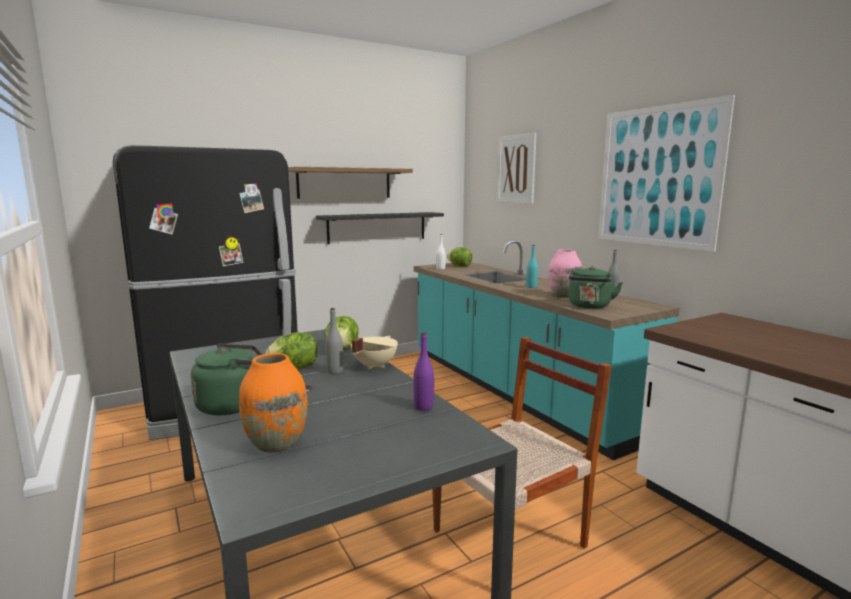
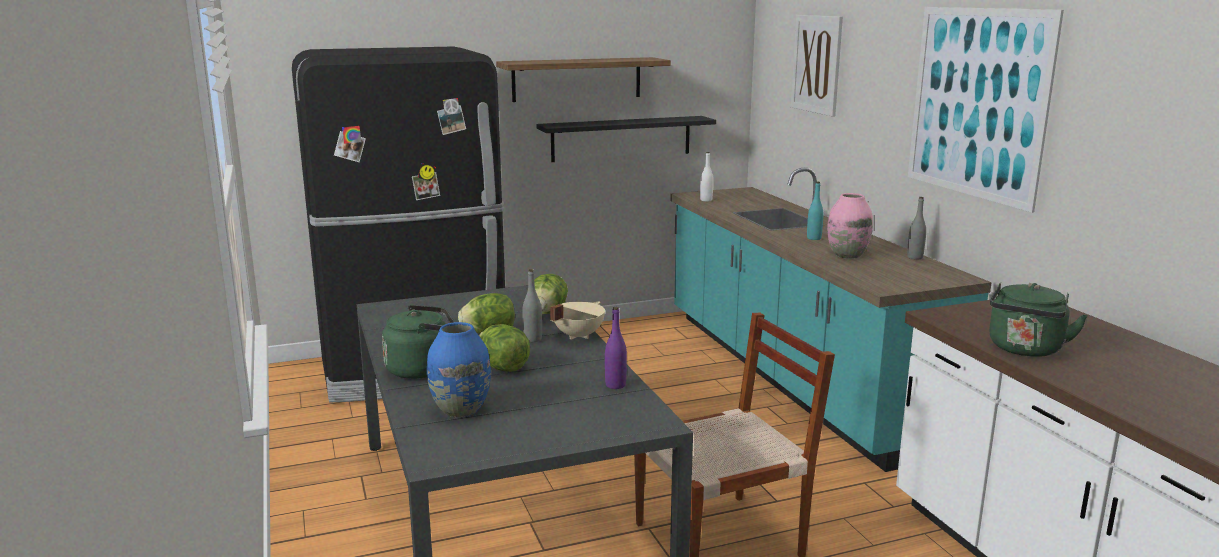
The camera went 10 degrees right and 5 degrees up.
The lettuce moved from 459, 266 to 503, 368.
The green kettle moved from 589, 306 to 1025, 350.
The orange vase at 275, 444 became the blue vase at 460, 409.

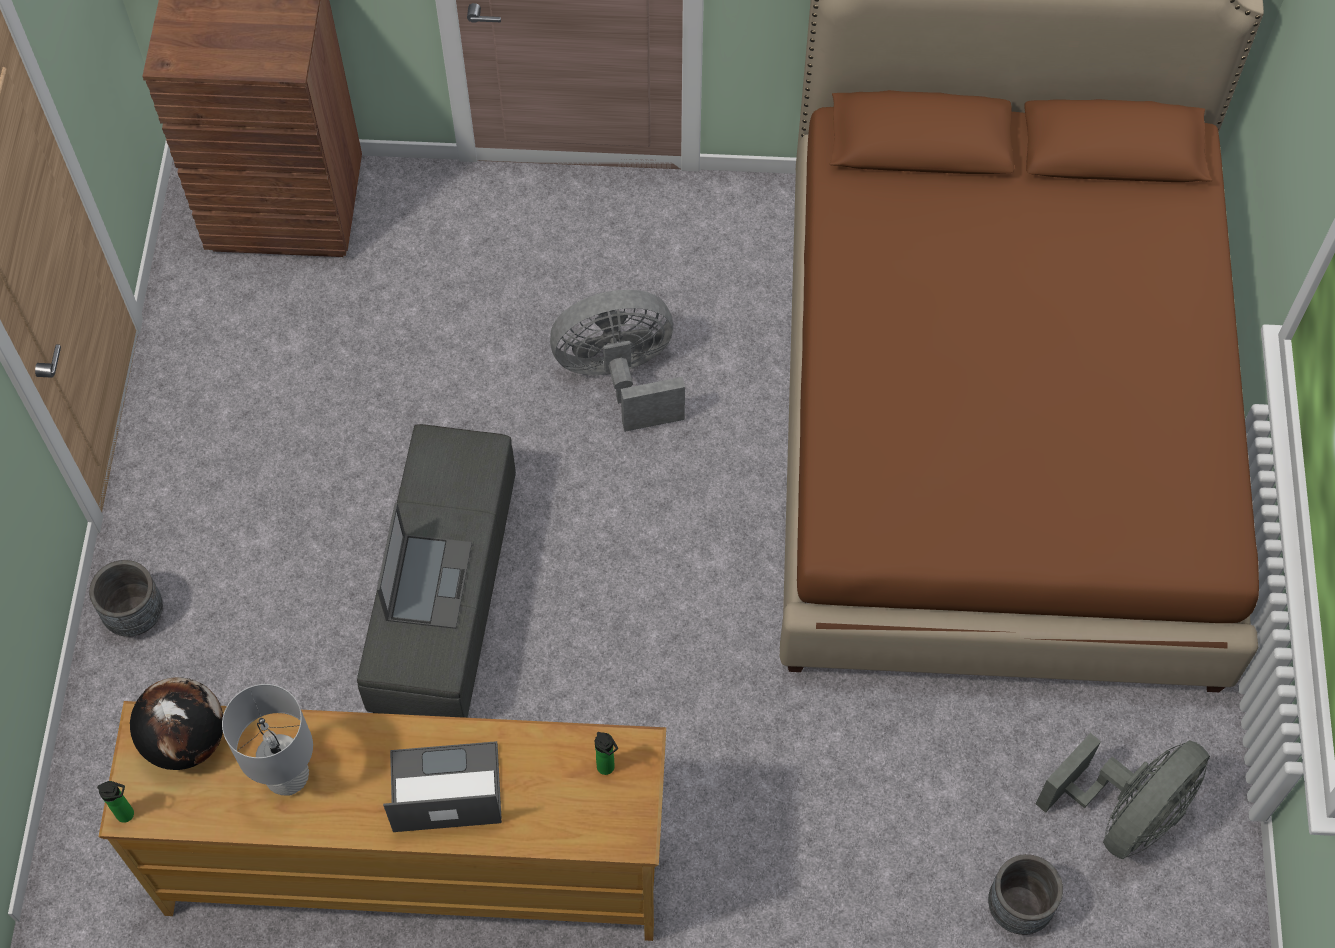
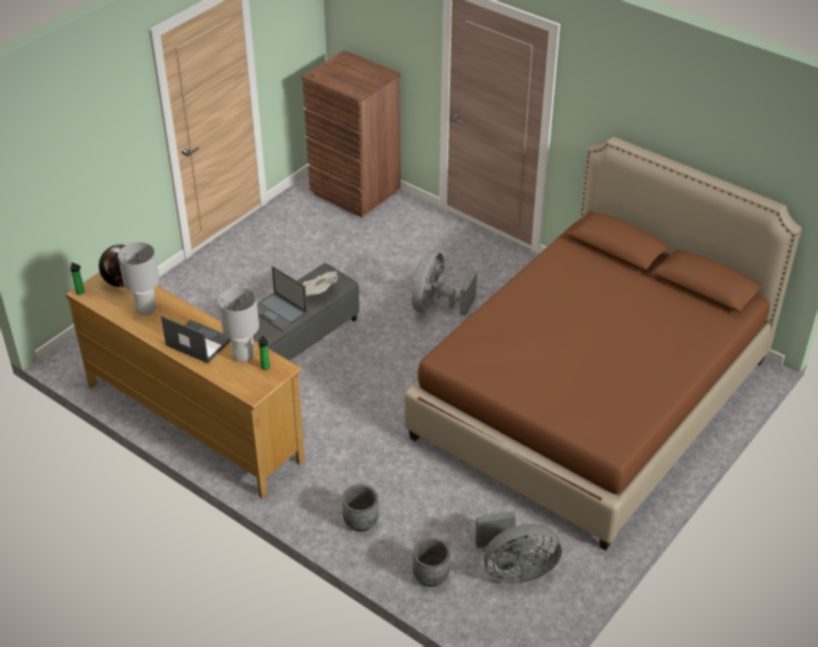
The camera went 35 degrees right and 20 degrees down.
The grey fan at 621, 378 turned 90 degrees counterclockwise.
The laptop at 428, 580 turned 90 degrees clockwise.
The grey planter moved from 135, 615 to 360, 522.
The newspaper at 318, 292 appeared.
The grey table lamp at 244, 356 appeared.

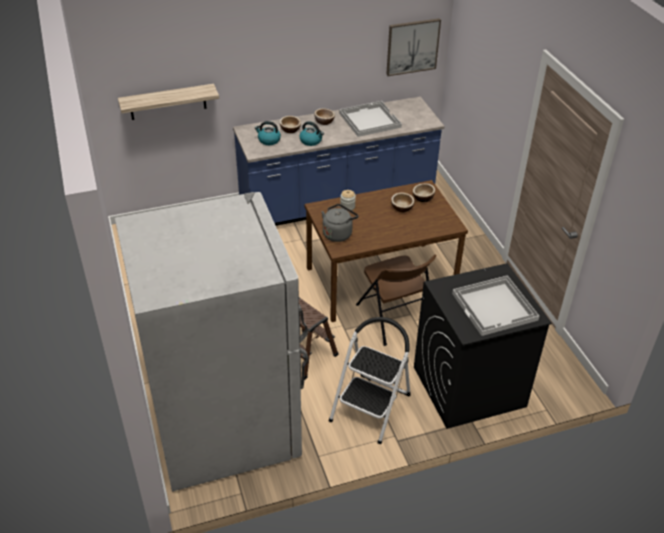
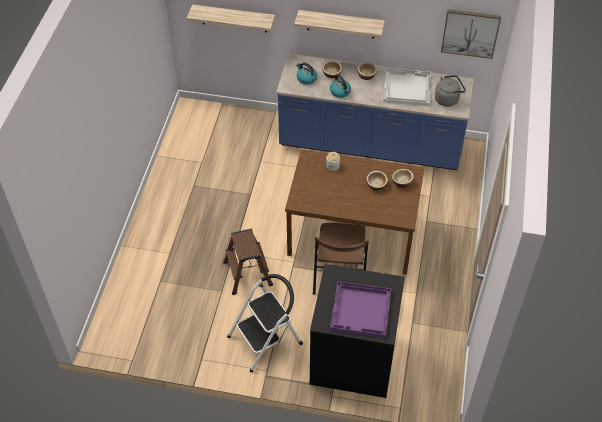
The camera went 30 degrees right and 10 degrees up.
The white fridge at 224, 426 disappeared.
The grey kettle moved from 338, 233 to 448, 99.
The white tray at 495, 307 became the purple tray at 361, 311.
The shelf at 341, 24 appeared.

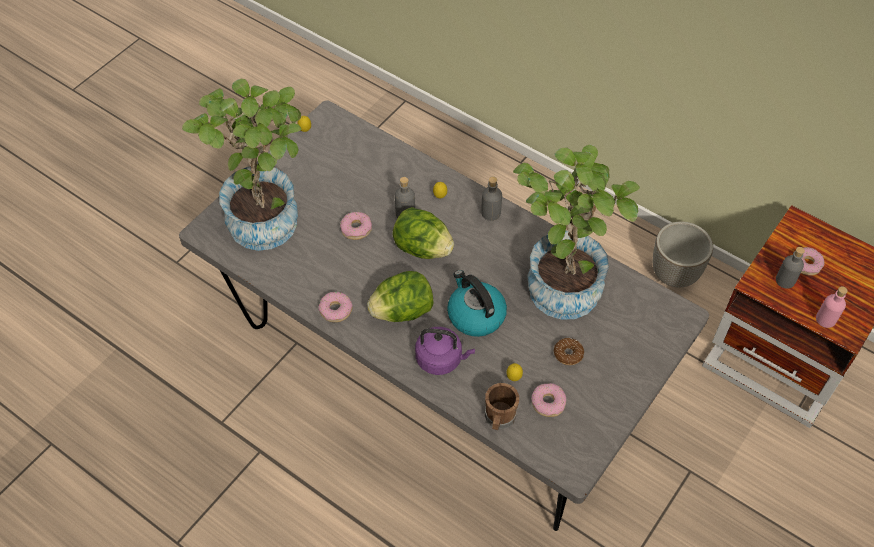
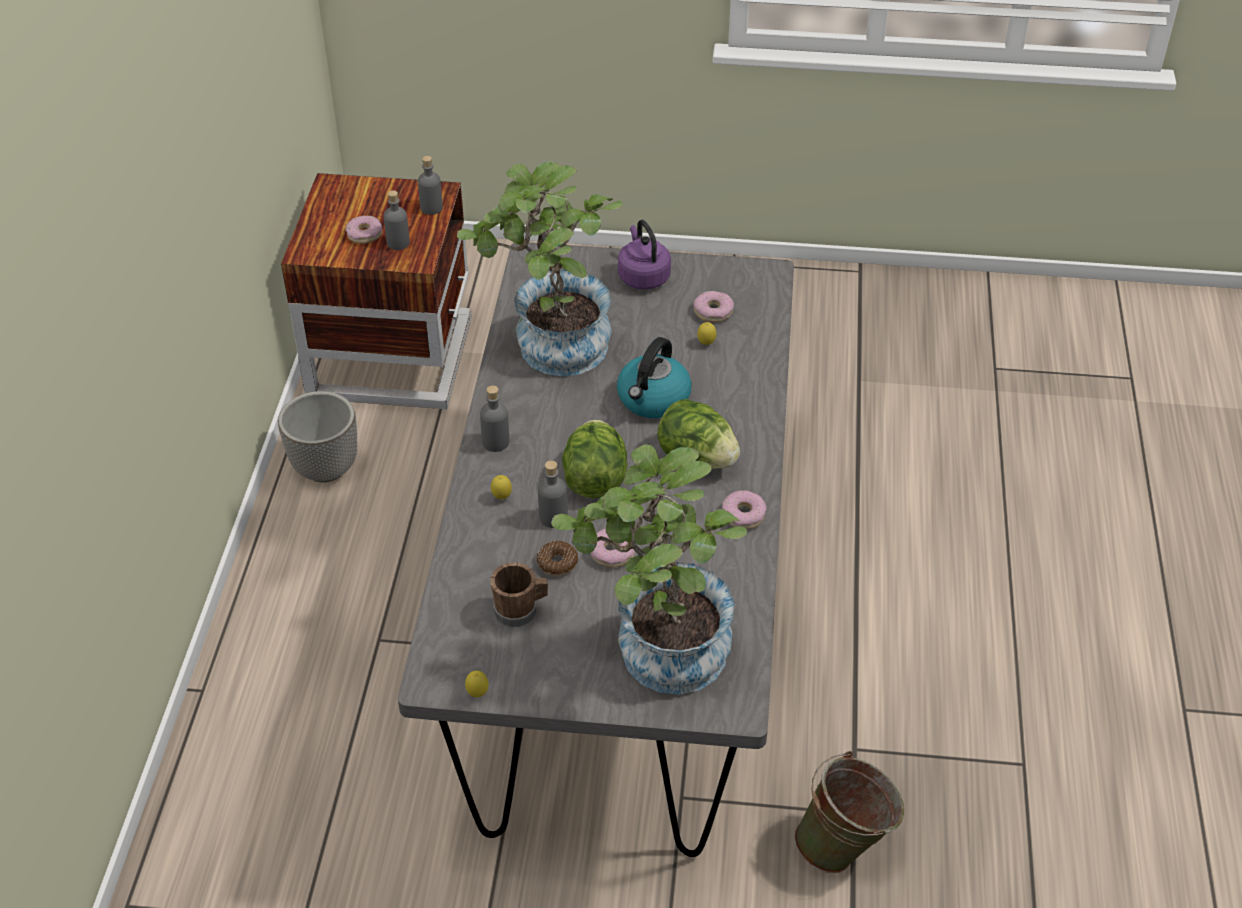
The camera went 120 degrees left and 10 degrees down.
The pink bottle at 825, 319 became the grey bottle at 431, 208.
The purple kettle moved from 441, 359 to 643, 276.
The donut moved from 568, 354 to 557, 563.
The brown mug moved from 499, 418 to 520, 610.
The green bucket at 845, 848 appeared.

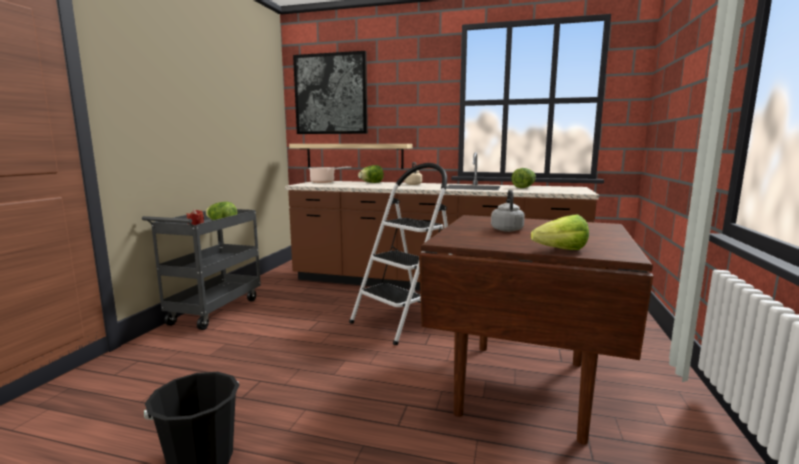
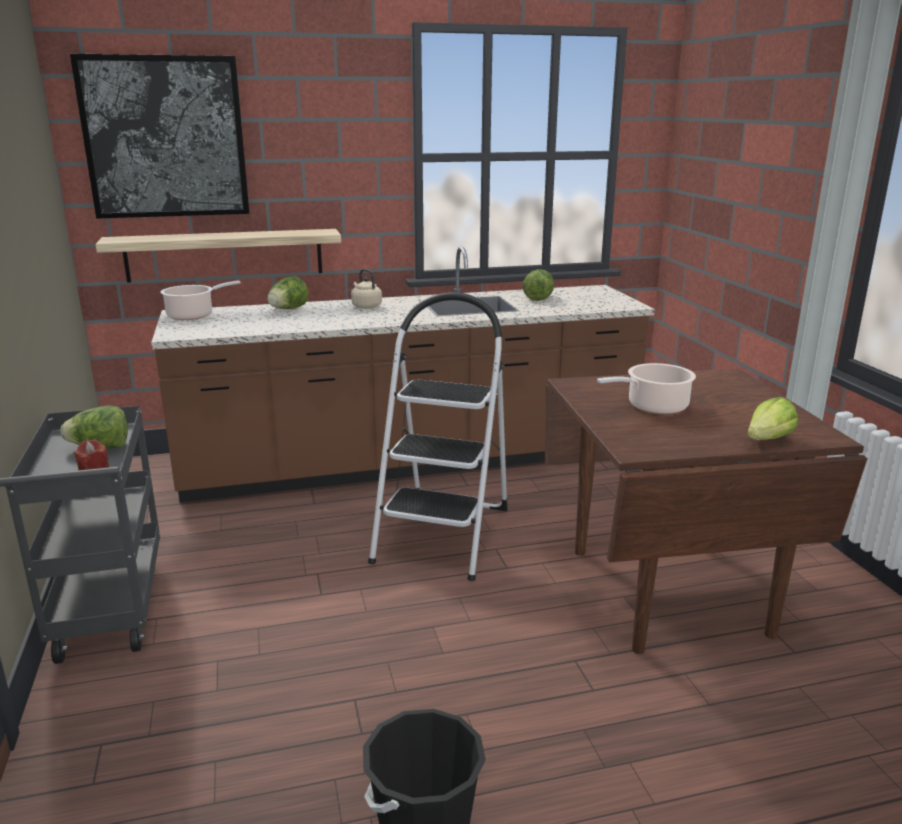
The camera went 30 degrees left and 10 degrees up.
The grey kettle at 506, 229 was replaced by the cooking pot at 654, 407.

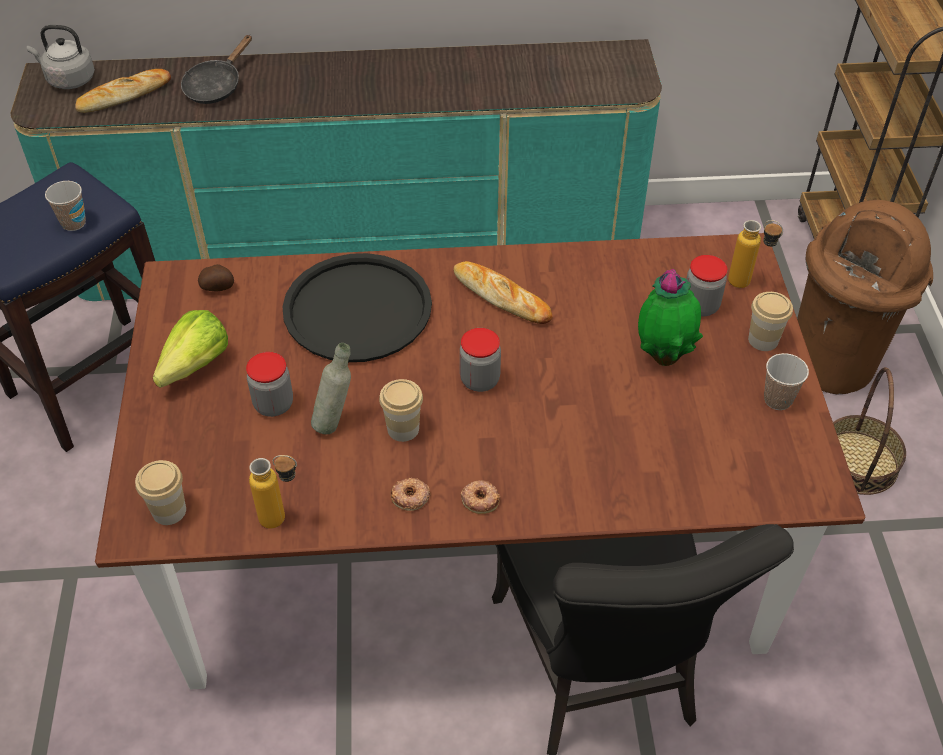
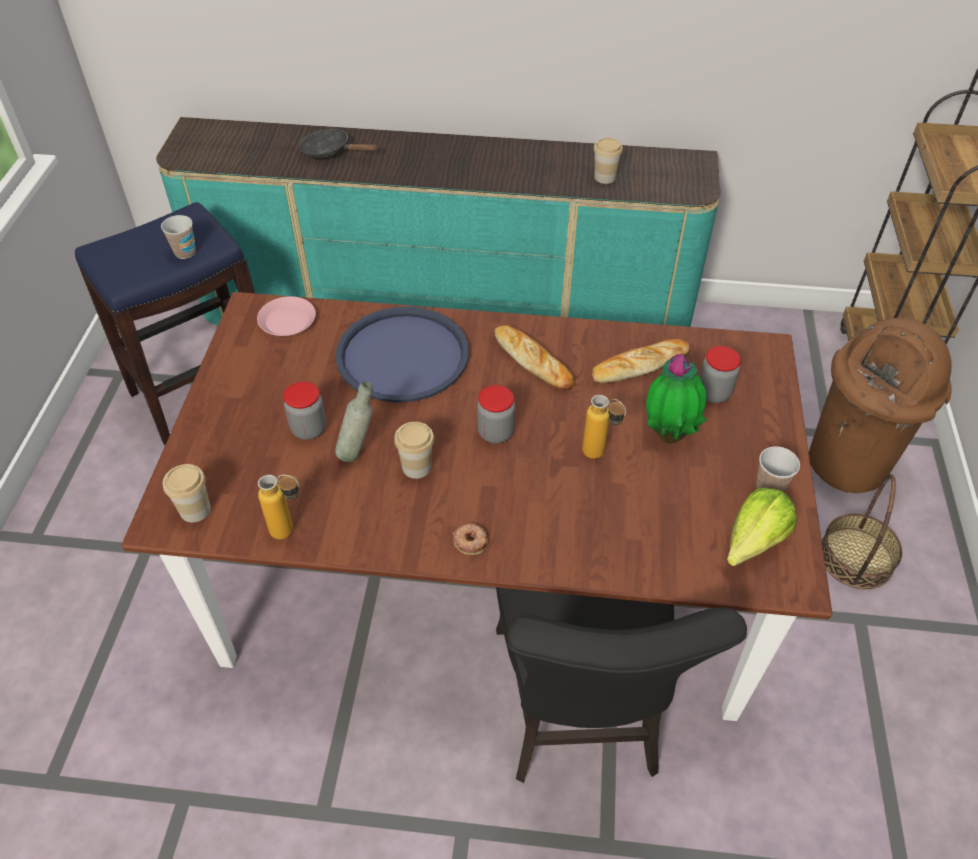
The camera went 10 degrees right and 0 degrees up.
The grey kettle at 68, 80 disappeared.
The black frying pan at 216, 86 turned 75 degrees clockwise.
The bread moved from 124, 96 to 639, 365.
The bottle moved from 747, 285 to 600, 456.
The black tray at 358, 309 became the blue tray at 403, 355.
The potato at 218, 287 was replaced by the pink plate at 288, 321.
The cup moved from 763, 340 to 604, 177.
The lettuce moved from 189, 370 to 747, 546.
The donut at 410, 497 disappeared.

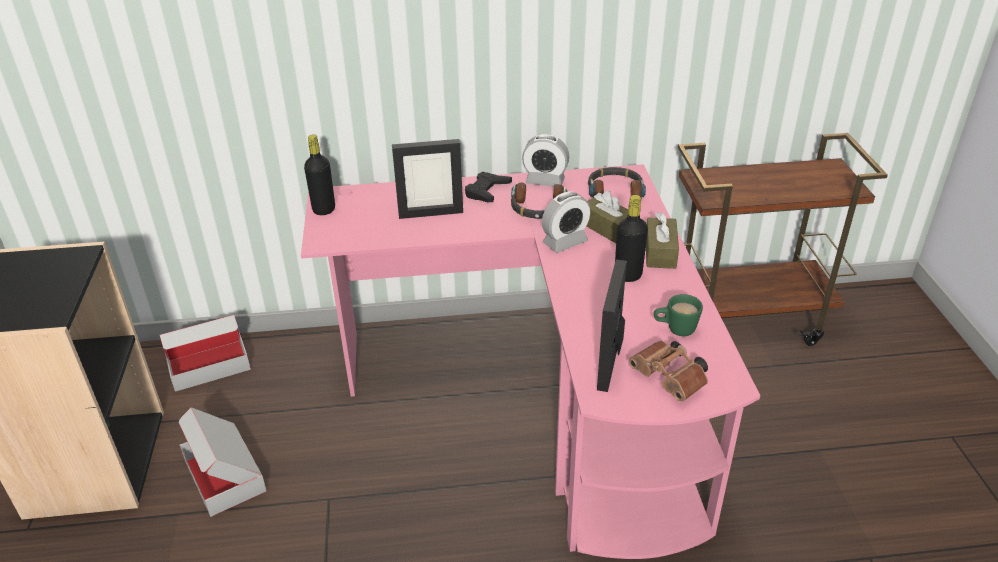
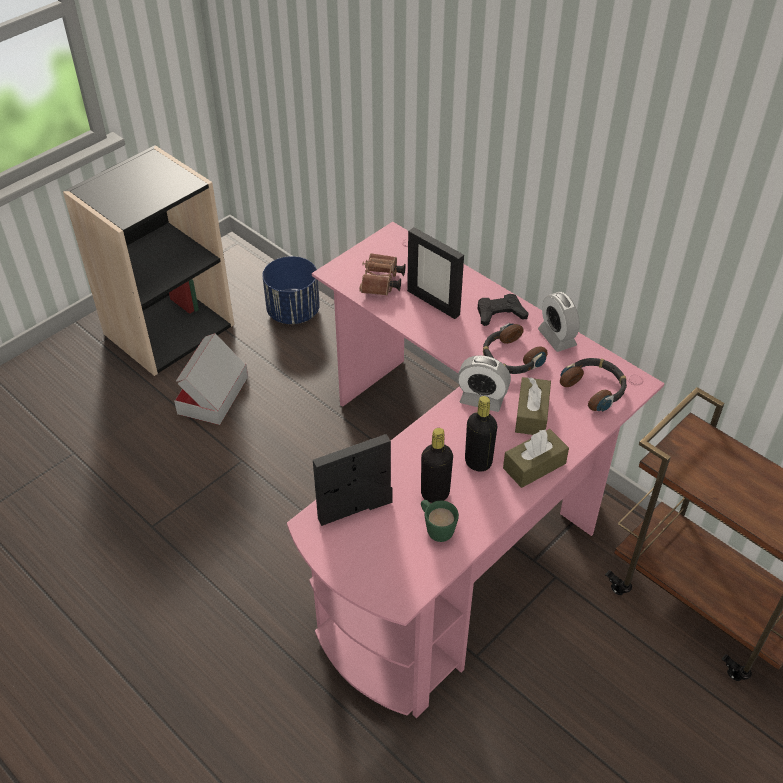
The camera went 50 degrees right and 10 degrees up.
The black bottle moved from 324, 209 to 435, 493.
The cardboard box at 209, 365 was replaced by the blue planter at 294, 312.
The brown binoculars moved from 670, 380 to 381, 283.

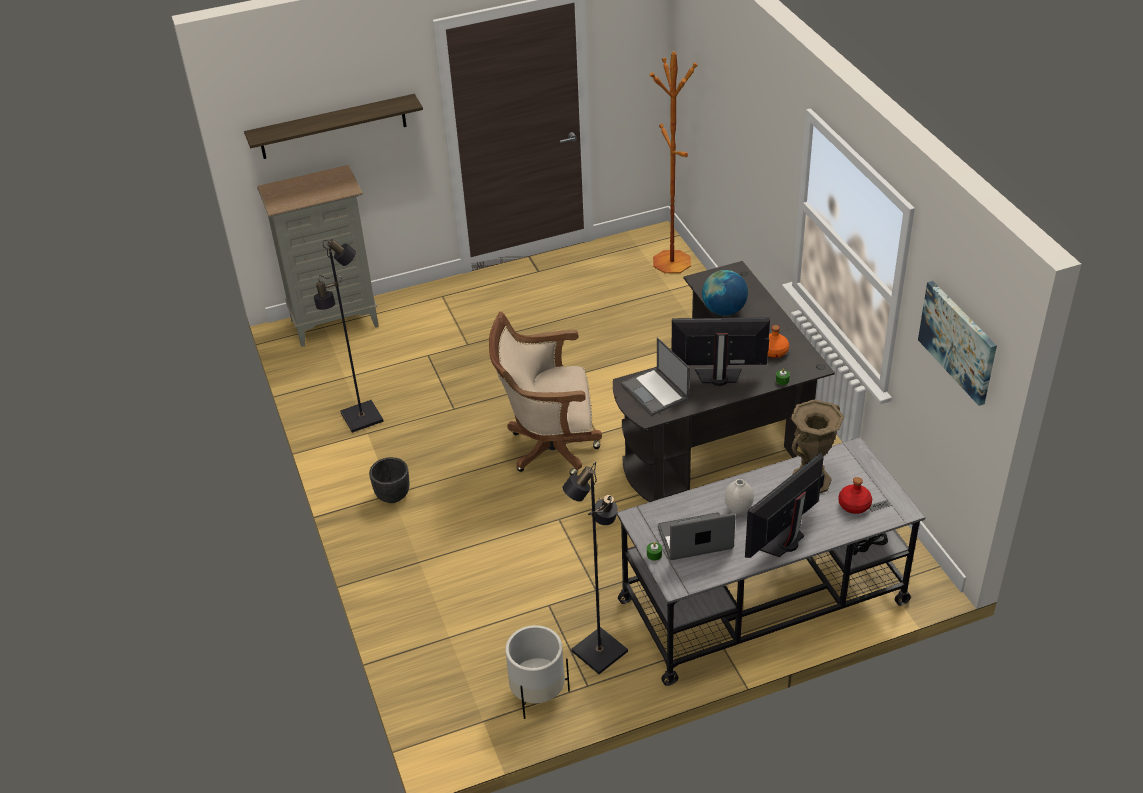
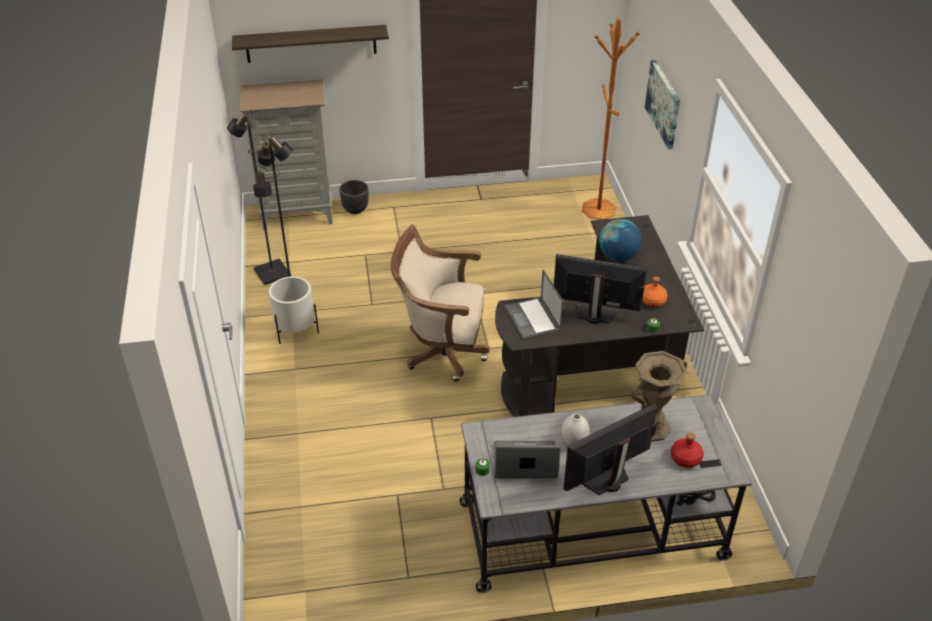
The camera went 10 degrees right and 0 degrees up.
The picture moved from 958, 341 to 663, 103.
The black planter moved from 393, 496 to 355, 209.
The black floor lamp moved from 600, 651 to 272, 272.
The white planter moved from 538, 694 to 296, 331.

